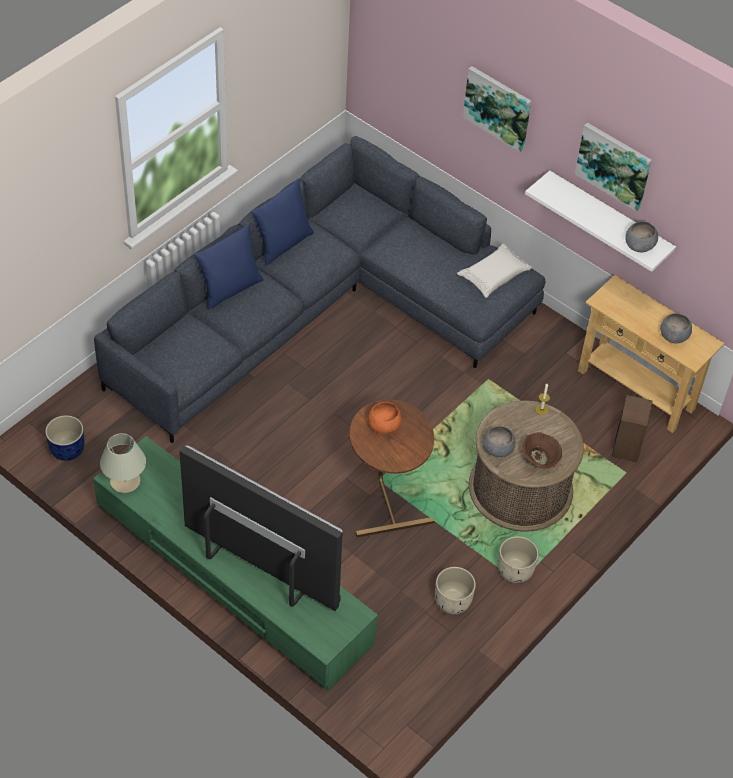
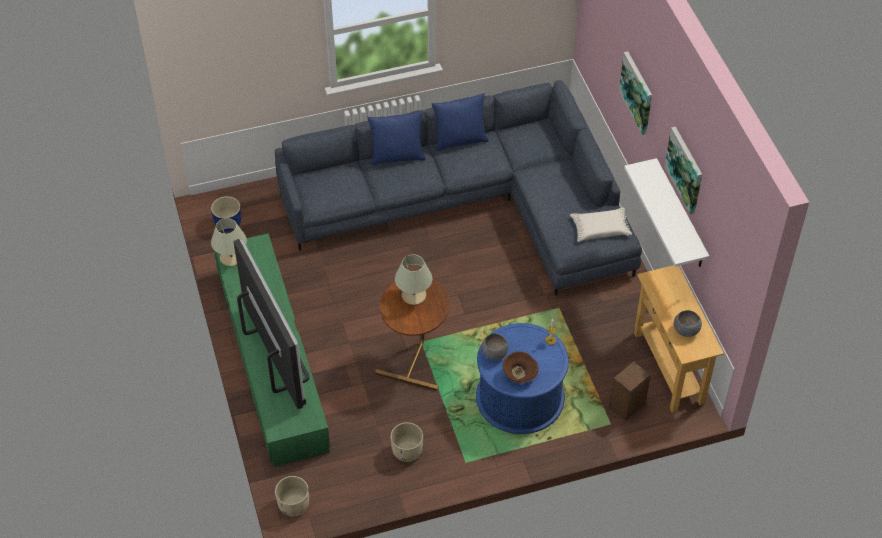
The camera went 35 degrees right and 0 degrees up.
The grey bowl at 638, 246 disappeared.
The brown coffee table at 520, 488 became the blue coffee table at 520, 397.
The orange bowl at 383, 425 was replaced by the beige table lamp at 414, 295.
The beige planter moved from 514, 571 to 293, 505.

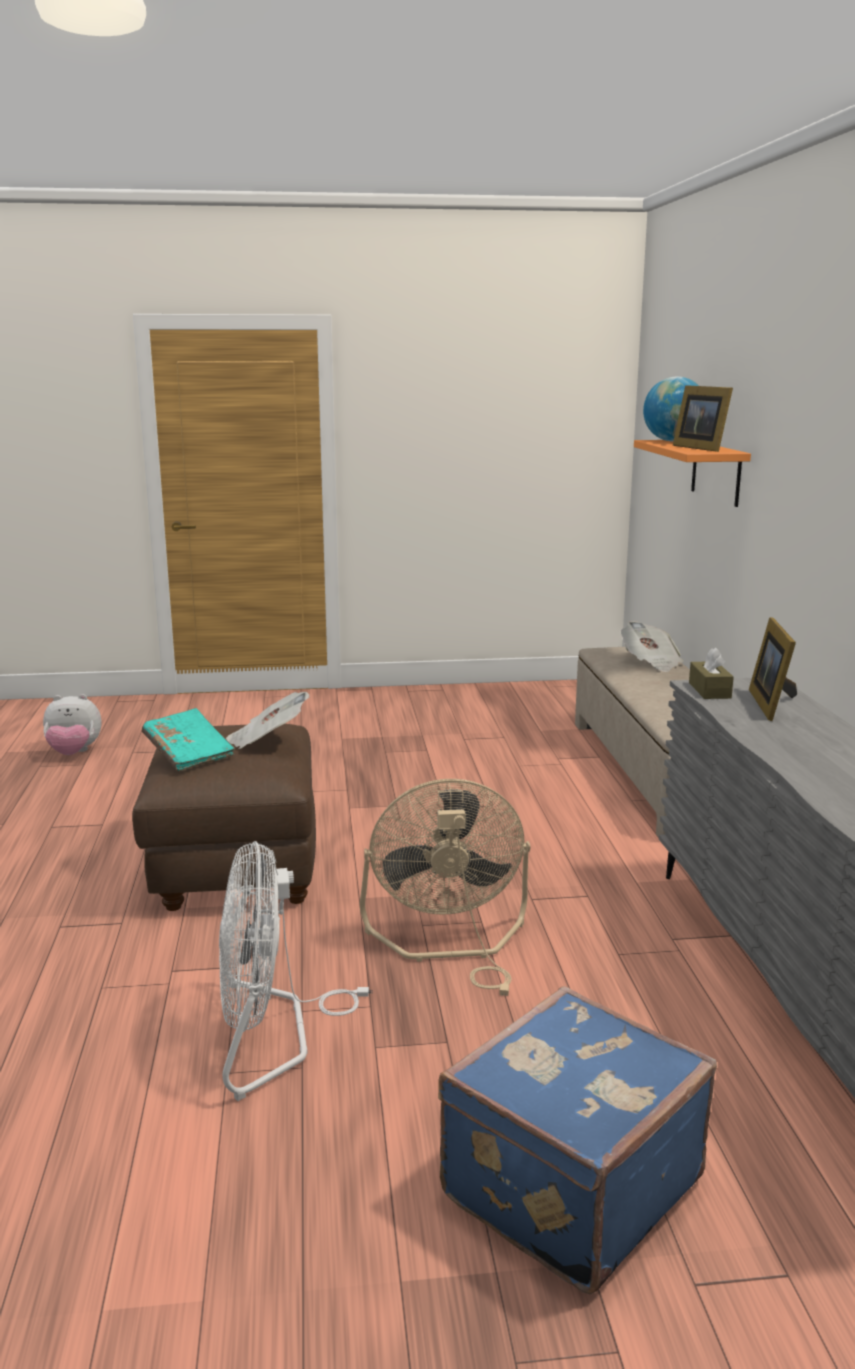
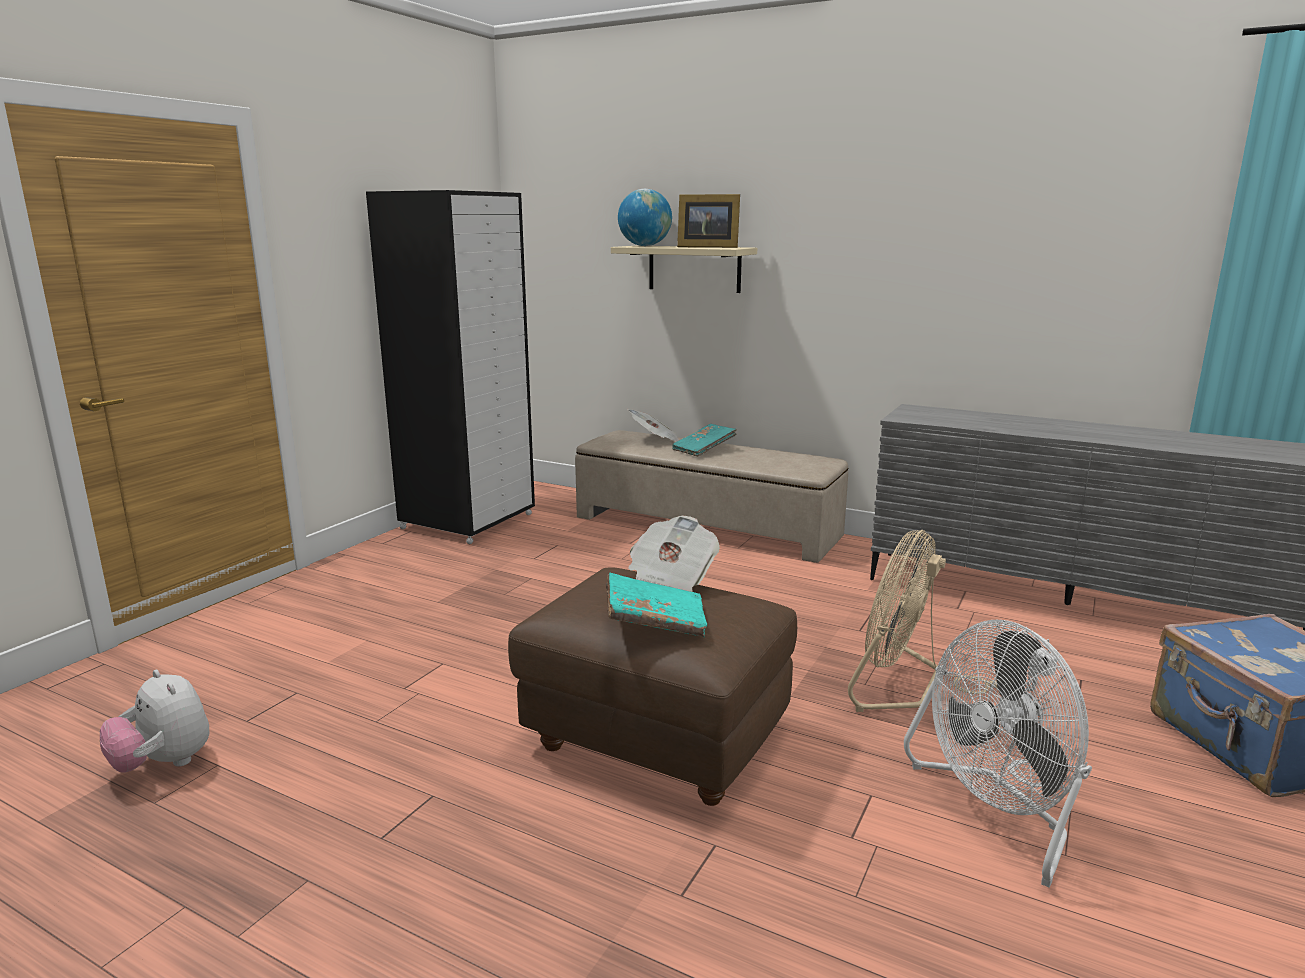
The camera went 55 degrees left and 0 degrees up.
The orange shelf at 716, 472 became the beige shelf at 694, 268.
The picture frame at 772, 704 disappeared.
The brown tissue box at 709, 690 disappeared.
The plush toy at 74, 753 turned 105 degrees clockwise.
The white fan at 273, 1029 turned 45 degrees clockwise.
The wardrobe at 468, 521 appeared.
The turquoise book at 704, 450 appeared.

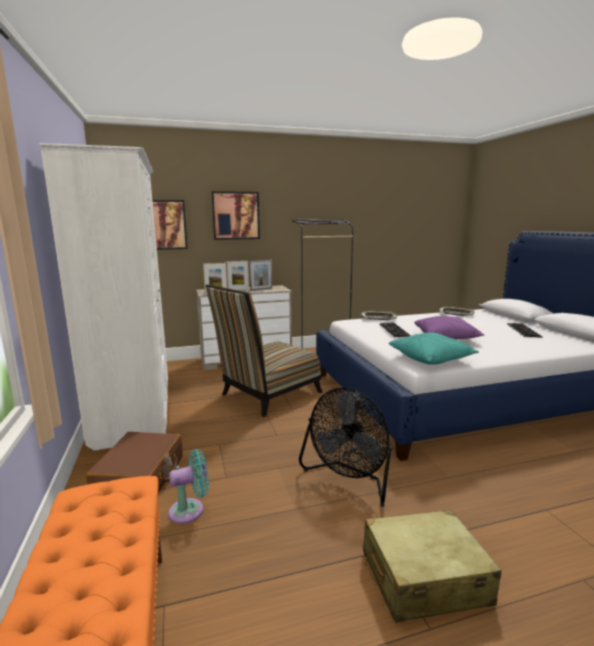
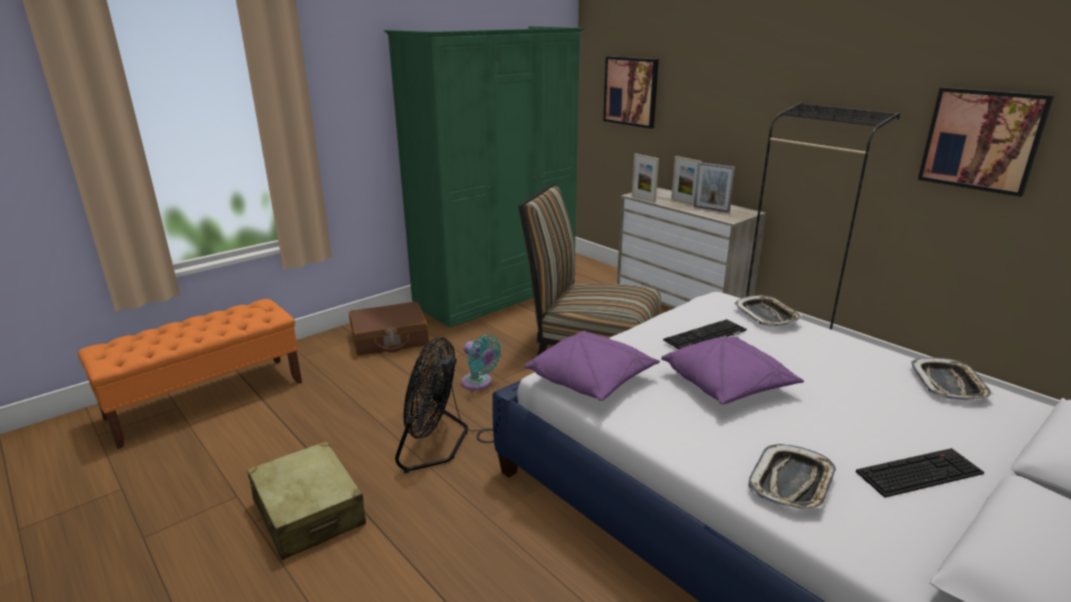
The camera went 65 degrees right and 10 degrees up.
The white wardrobe at 135, 407 became the green wardrobe at 497, 294.
The picture moved from 236, 215 to 982, 140.
The turquoise pillow at 431, 358 became the purple pillow at 591, 380.
The turquoise fan moved from 190, 510 to 479, 383.
The tray at 791, 483 appeared.

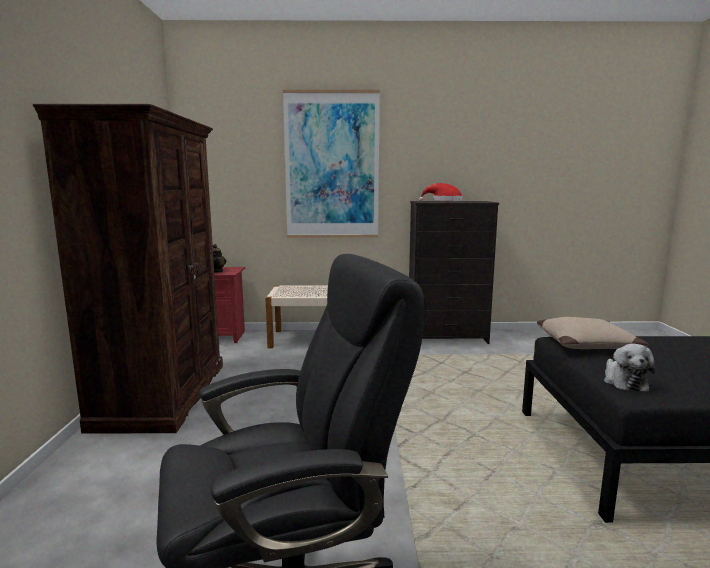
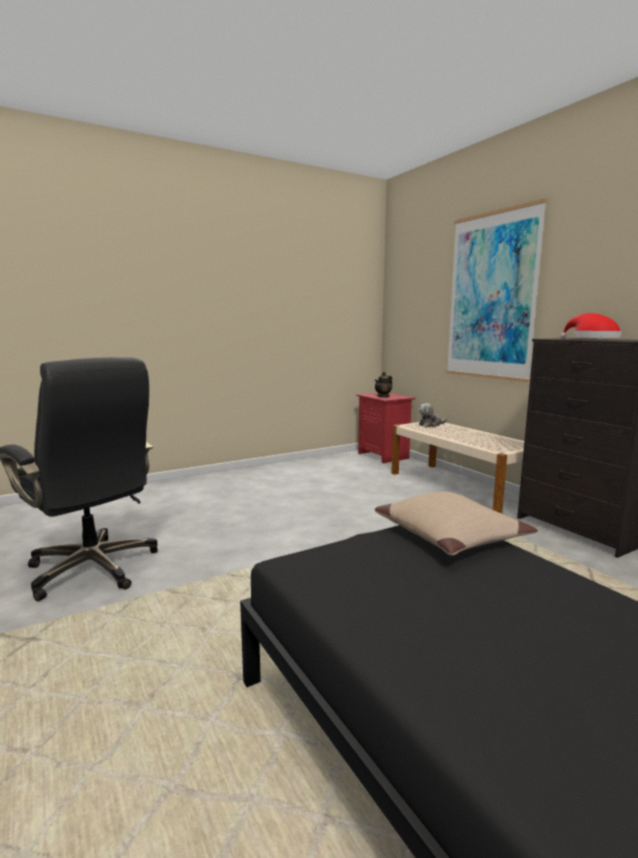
The camera went 60 degrees right and 0 degrees up.
The brown wardrobe at 163, 394 disappeared.
The plush toy moved from 624, 381 to 431, 425.

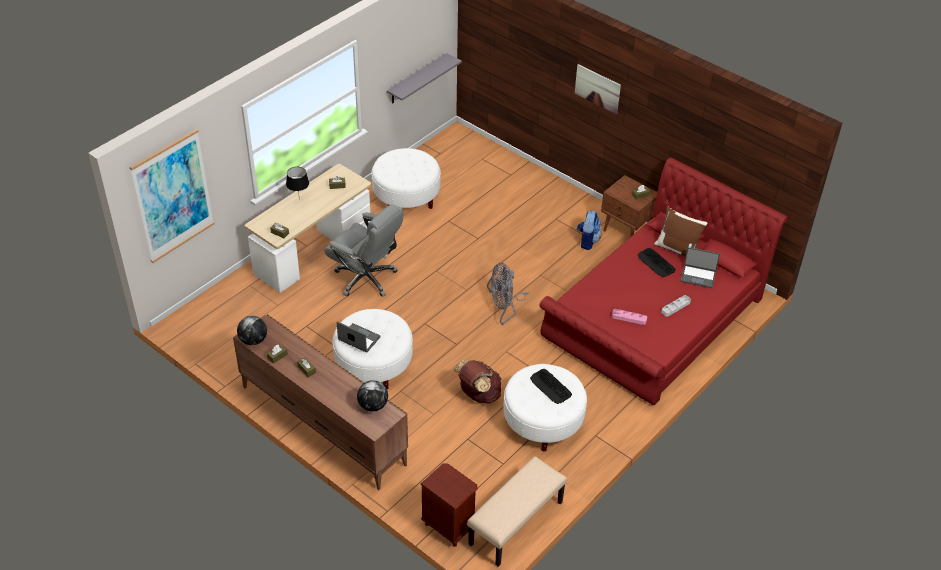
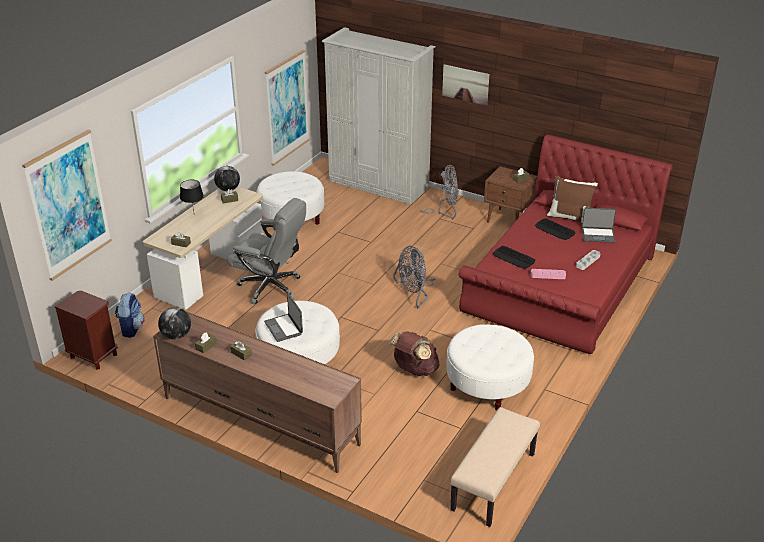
The camera went 10 degrees left and 10 degrees down.
The grey shelf at 417, 79 was replaced by the picture at 287, 107.
The backpack moved from 587, 241 to 131, 329.
The laptop at 358, 339 turned 135 degrees counterclockwise.
The keyboard moved from 550, 387 to 513, 258.
The globe moved from 372, 405 to 228, 189.
The brown nightstand moved from 449, 526 to 93, 356.
The white wardrobe at 379, 184 appeared.
The grey fan at 445, 208 appeared.

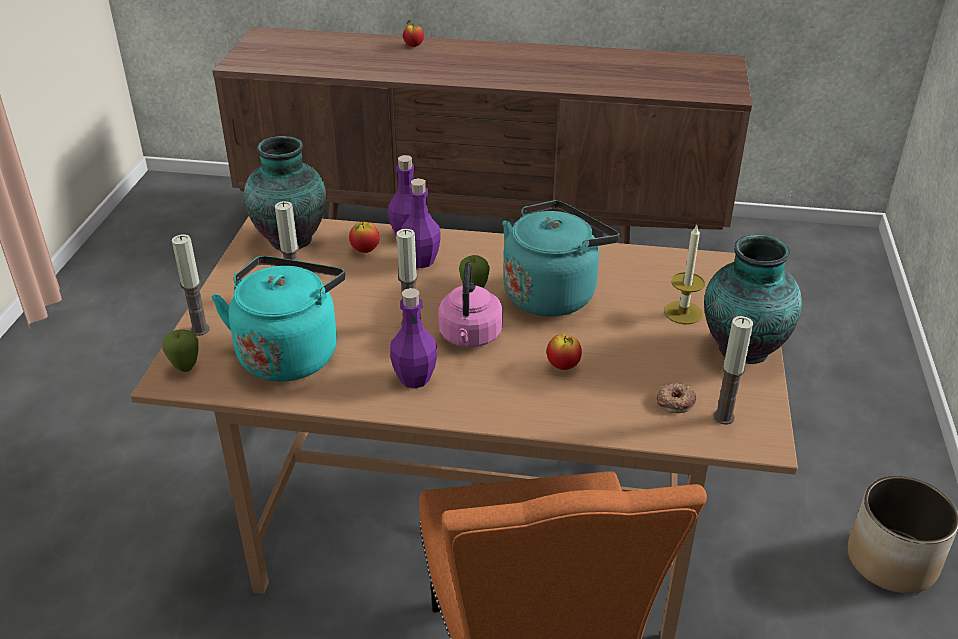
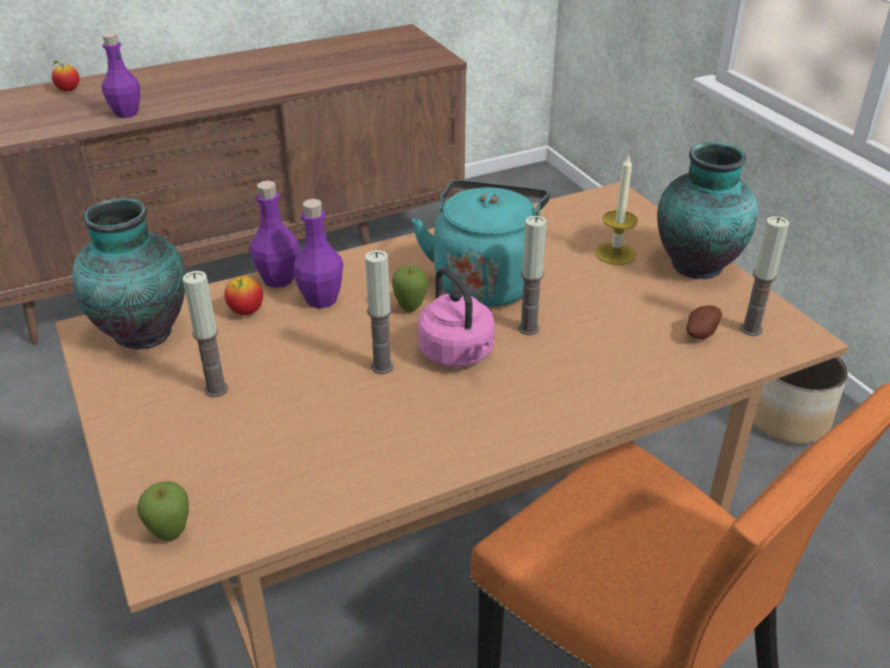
The camera went 35 degrees left and 0 degrees up.
The candle moved from 200, 330 to 528, 328.
The turquoise kettle at 290, 352 disappeared.
The purple bottle moved from 415, 378 to 126, 113.
The apple at 563, 366 disappeared.
The donut at 675, 401 was replaced by the potato at 700, 333.

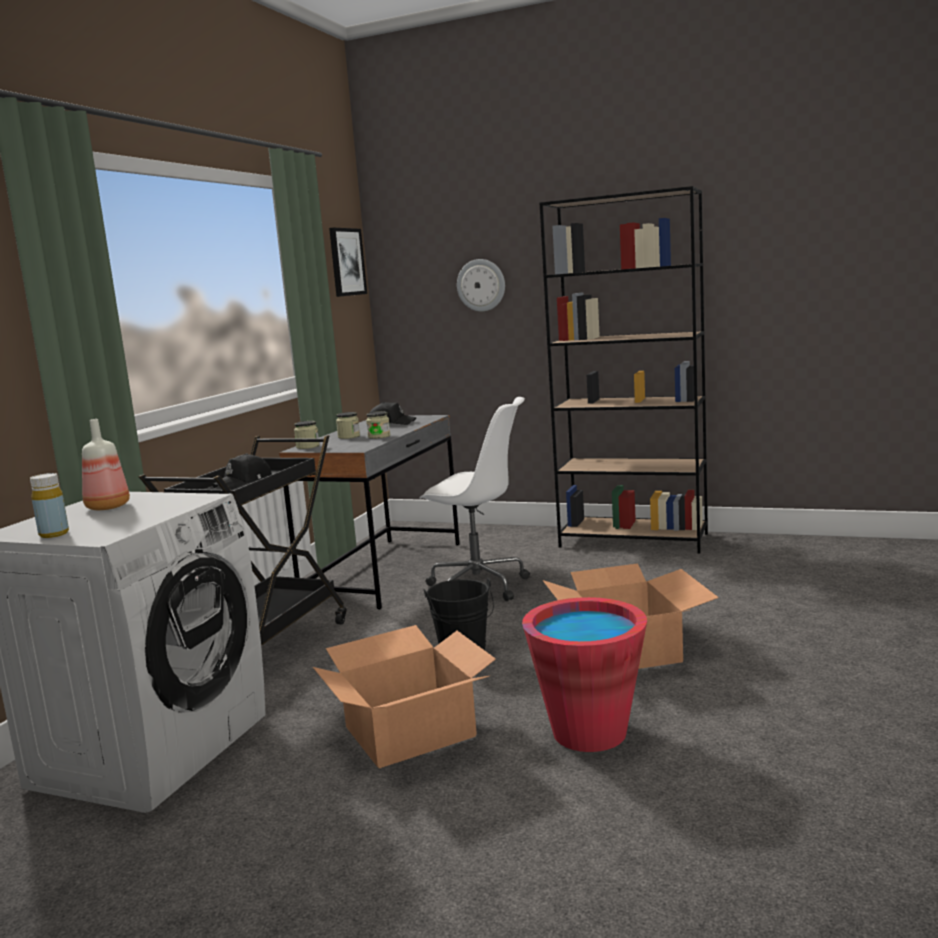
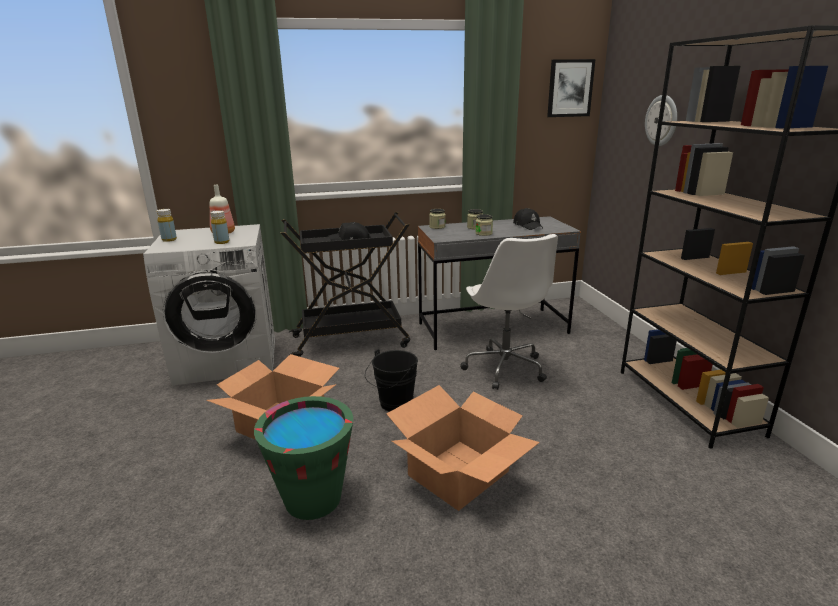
The camera went 55 degrees right and 10 degrees up.
The red bucket at 589, 732 became the green bucket at 313, 499.
The yellow bottle at 222, 242 appeared.

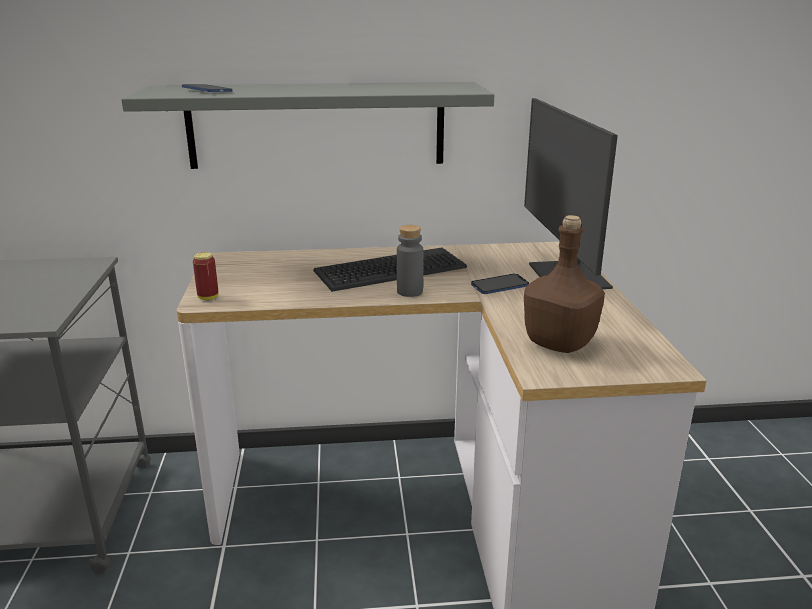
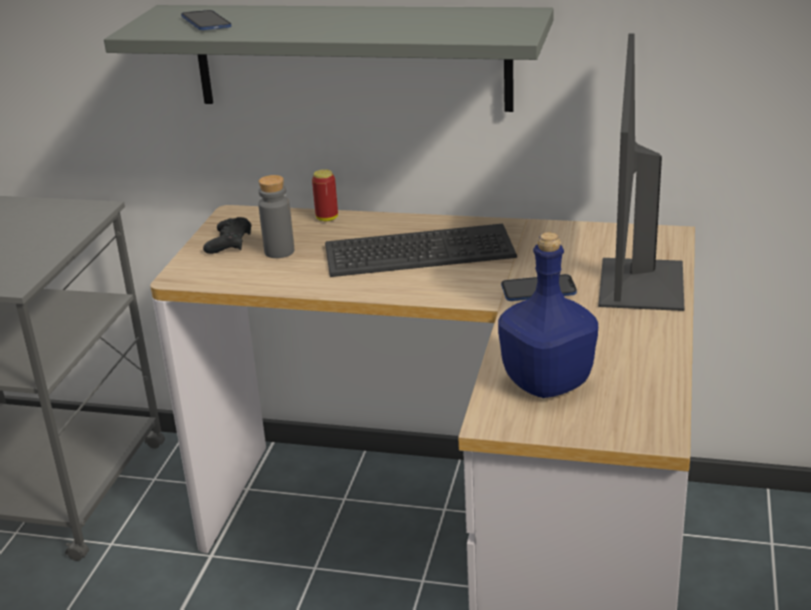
The camera went 20 degrees right and 5 degrees up.
The brown bottle at 558, 344 became the blue bottle at 546, 383.
The grey bottle moved from 409, 292 to 279, 251.
The can moved from 208, 297 to 327, 218.
The black game controller at 229, 243 appeared.

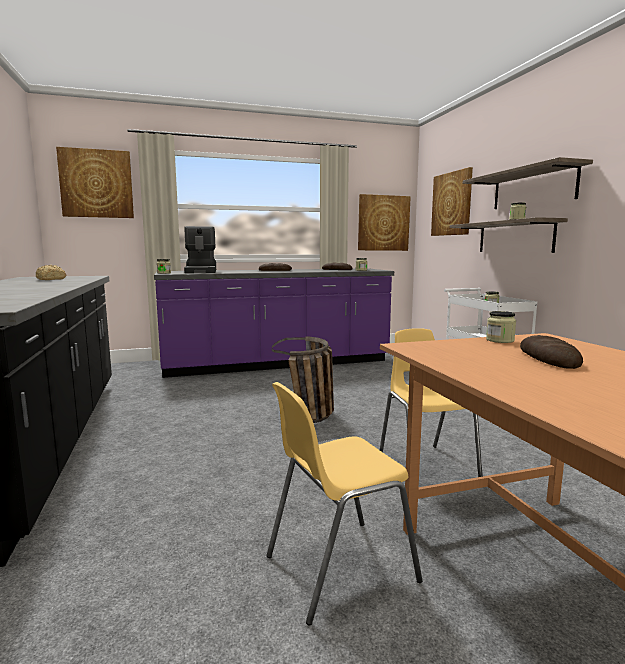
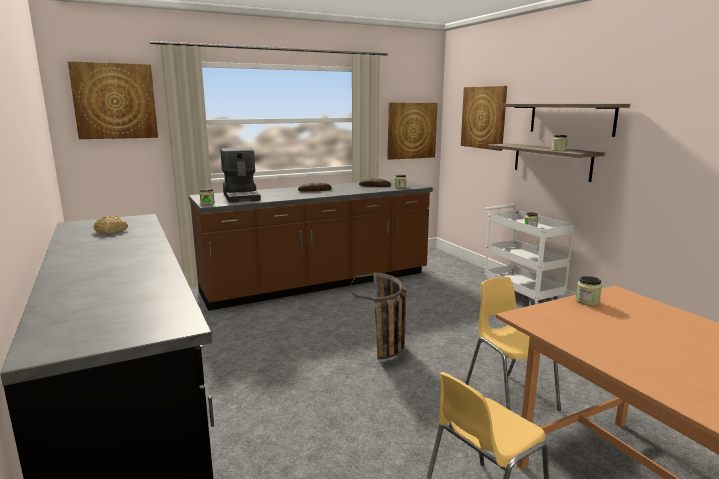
The camera went 10 degrees left and 5 degrees up.
The purple counter at 277, 364 became the brown counter at 318, 283.
The bread at 548, 358 disappeared.

